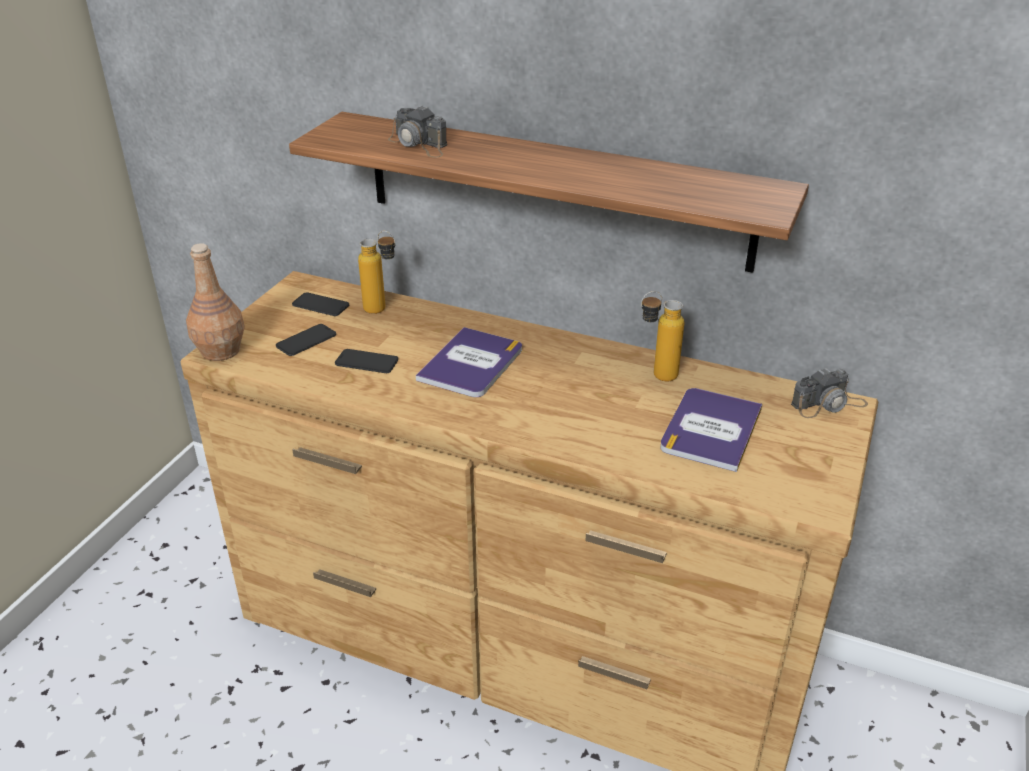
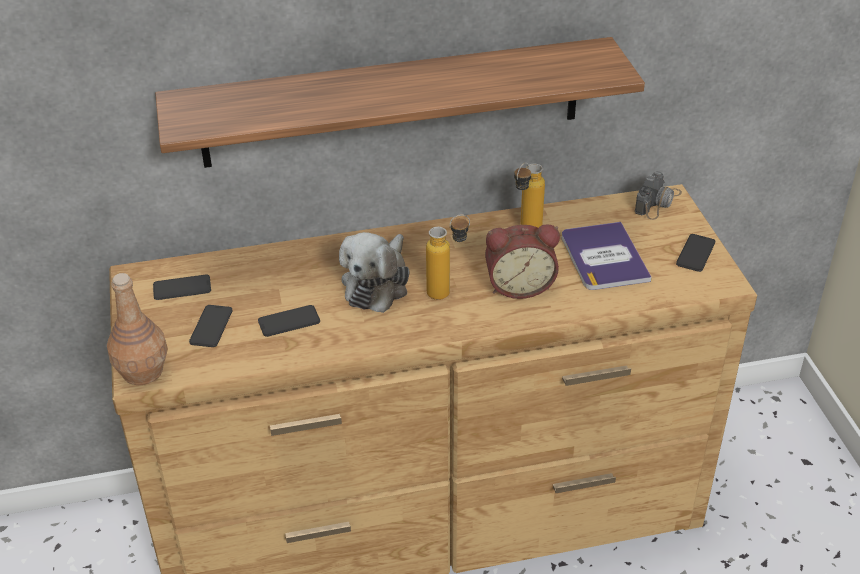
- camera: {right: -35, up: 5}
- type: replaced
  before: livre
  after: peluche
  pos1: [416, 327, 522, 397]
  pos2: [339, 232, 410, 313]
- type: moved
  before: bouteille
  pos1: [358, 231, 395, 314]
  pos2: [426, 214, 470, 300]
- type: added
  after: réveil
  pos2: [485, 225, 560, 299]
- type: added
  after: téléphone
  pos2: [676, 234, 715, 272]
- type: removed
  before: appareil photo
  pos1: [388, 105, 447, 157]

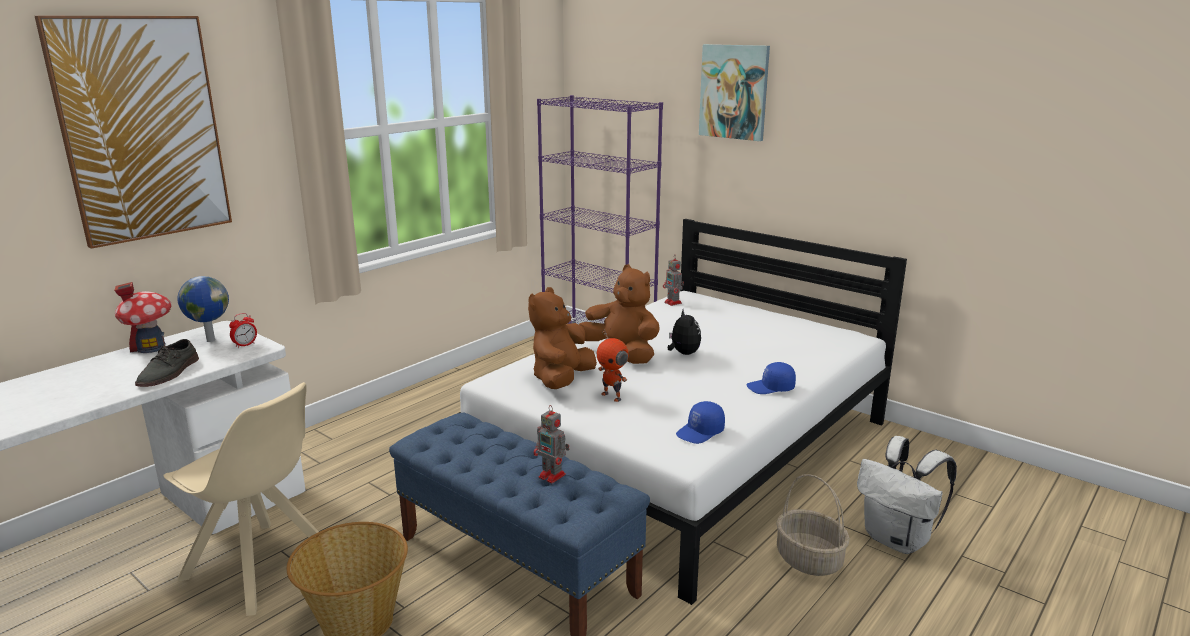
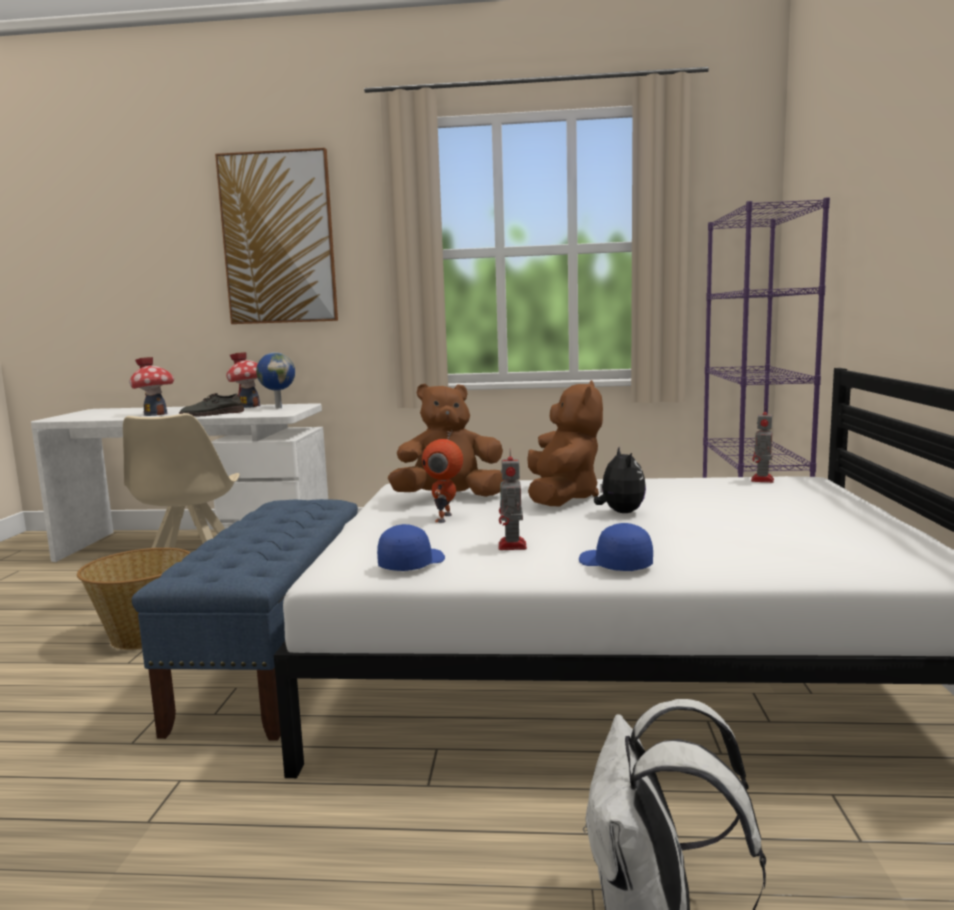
- camera: {right: 55, up: -10}
- type: added
  after: maison miniature
  pos2: [129, 357, 174, 416]
- type: turned
  before: casquette/bleu
  pos1: [676, 401, 725, 444]
  pos2: [377, 524, 445, 571]
  turn: 105
- type: moved
  before: robot jouet
  pos1: [534, 406, 569, 483]
  pos2: [499, 454, 527, 550]
- type: turned
  before: peluche
  pos1: [668, 310, 701, 355]
  pos2: [594, 447, 646, 513]
  turn: -45
- type: removed
  before: réveil
  pos1: [229, 313, 257, 348]
- type: removed
  before: tableau
  pos1: [699, 44, 770, 141]
- type: removed
  before: panier
  pos1: [776, 474, 850, 576]

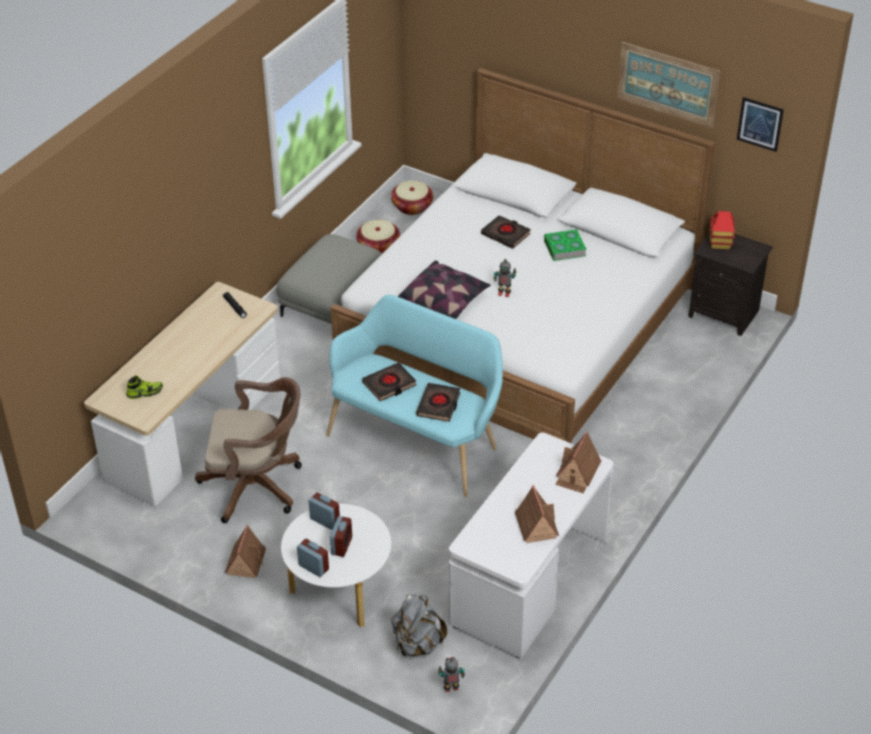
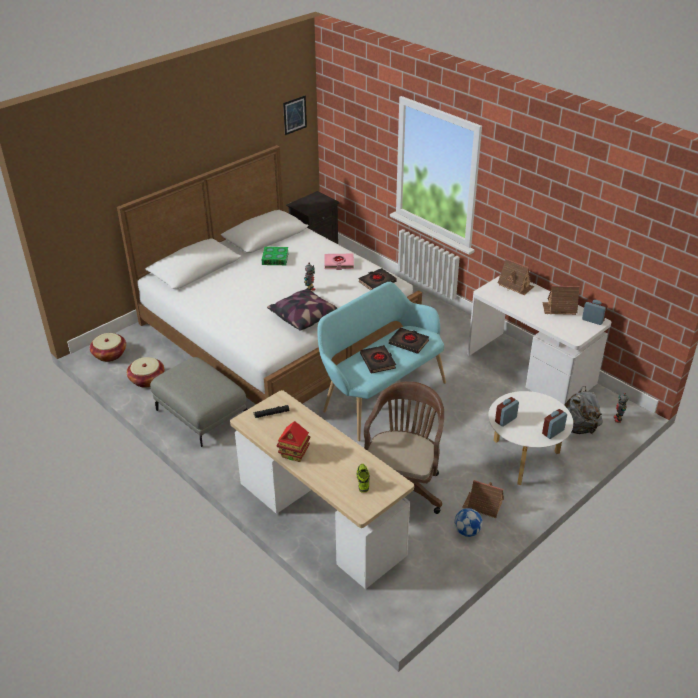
- camera: {right: -75, up: -5}
- type: moved
  before: maison miniature
  pos1: [709, 211, 735, 249]
  pos2: [277, 421, 310, 462]
- type: added
  after: livre/rose
  pos2: [324, 254, 354, 270]
- type: moved
  before: livre/noir
  pos1: [481, 215, 531, 249]
  pos2: [358, 268, 397, 290]
- type: added
  after: ballon de foot
  pos2: [454, 508, 483, 537]
- type: moved
  before: réveil
  pos1: [330, 516, 352, 557]
  pos2: [582, 299, 607, 325]
- type: removed
  before: tableau
  pos1: [617, 42, 720, 128]

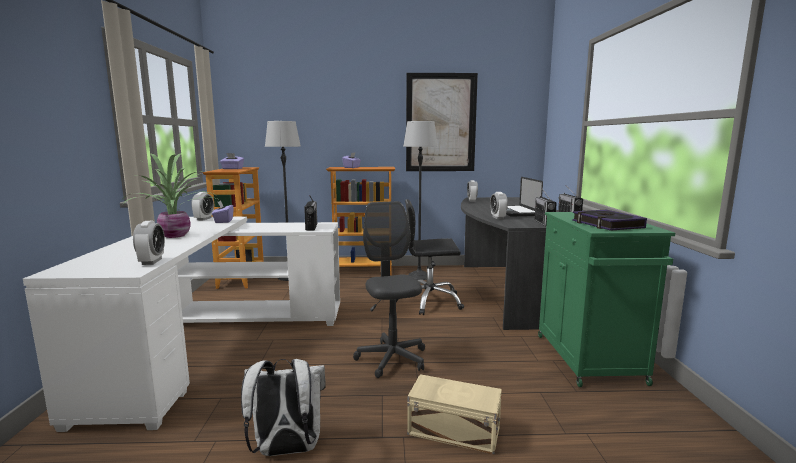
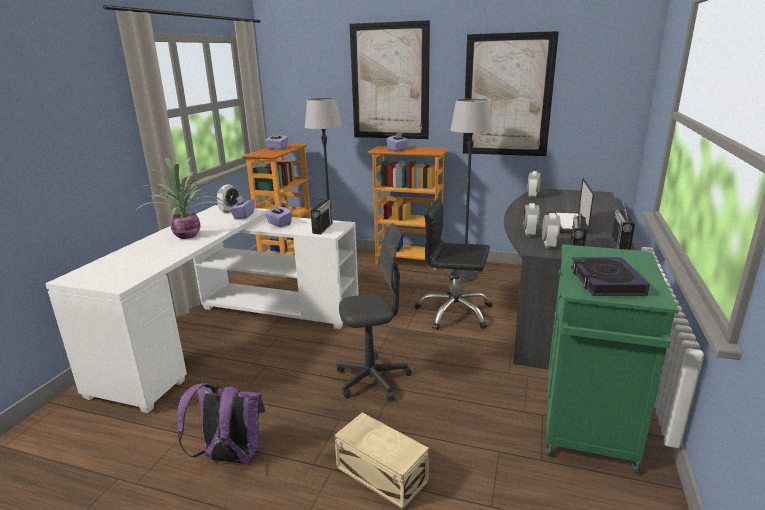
- camera: {right: 20, up: 10}
- type: recoloured
  before: sac à dos/blanc
  after: sac à dos/violet
  pos1: [241, 359, 326, 456]
  pos2: [177, 382, 265, 464]
- type: added
  after: boîte à mouchoirs/violet
  pos2: [265, 204, 292, 227]
- type: turned
  before: chaise de bureau/gris
  pos1: [353, 201, 425, 378]
  pos2: [336, 223, 412, 401]
  turn: 75
- type: added
  after: tableau
  pos2: [350, 20, 430, 139]
- type: moved
  before: réveil
  pos1: [133, 221, 165, 265]
  pos2: [542, 213, 560, 249]

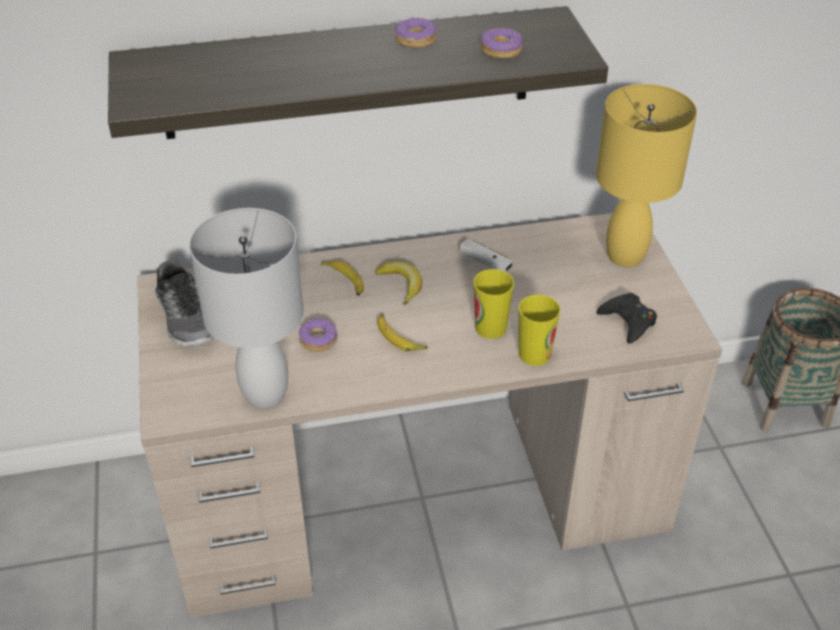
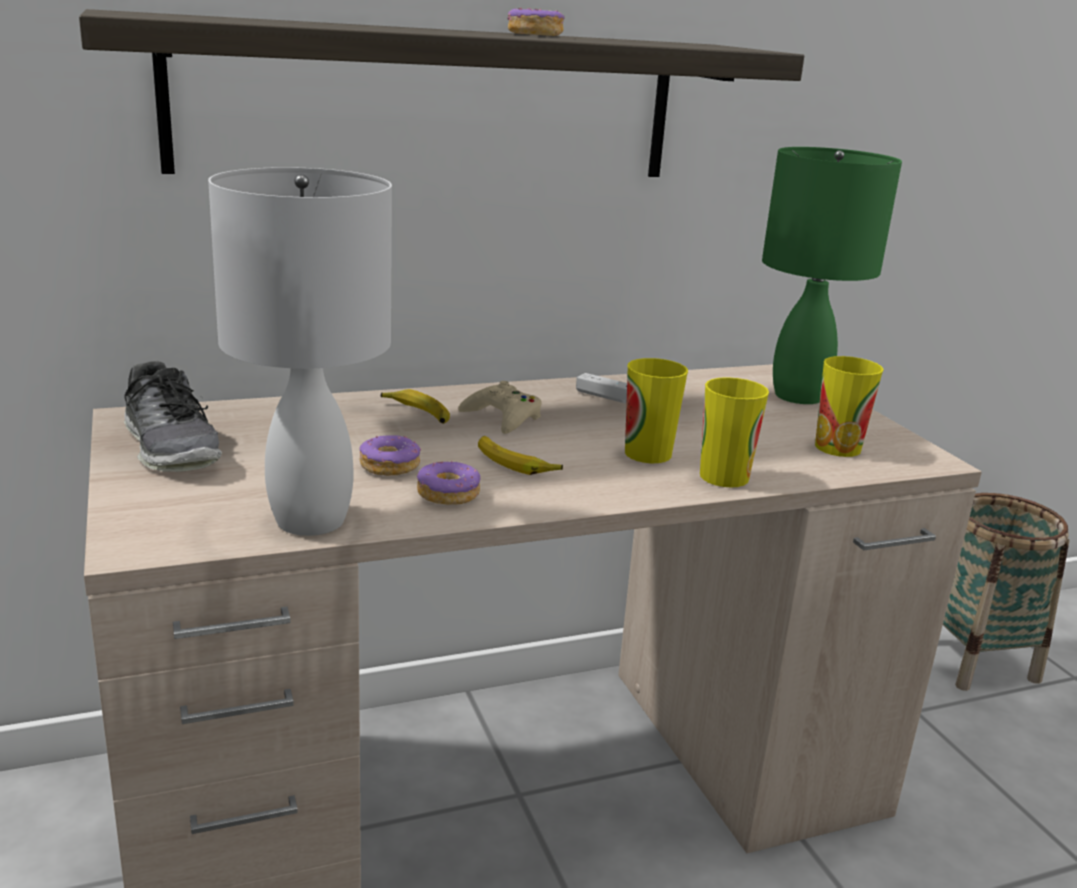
- camera: {right: -10, up: -20}
- type: moved
  before: beignet
  pos1: [481, 28, 523, 59]
  pos2: [417, 460, 481, 505]
- type: replaced
  before: banane
  after: manette/beige
  pos1: [375, 261, 422, 305]
  pos2: [458, 381, 542, 434]
- type: recoloured
  before: lampe de table/jaune
  after: lampe de table/vert
  pos1: [596, 84, 697, 267]
  pos2: [762, 147, 902, 404]
- type: replaced
  before: manette/noir
  after: tasse
  pos1: [596, 293, 657, 344]
  pos2: [815, 356, 884, 457]

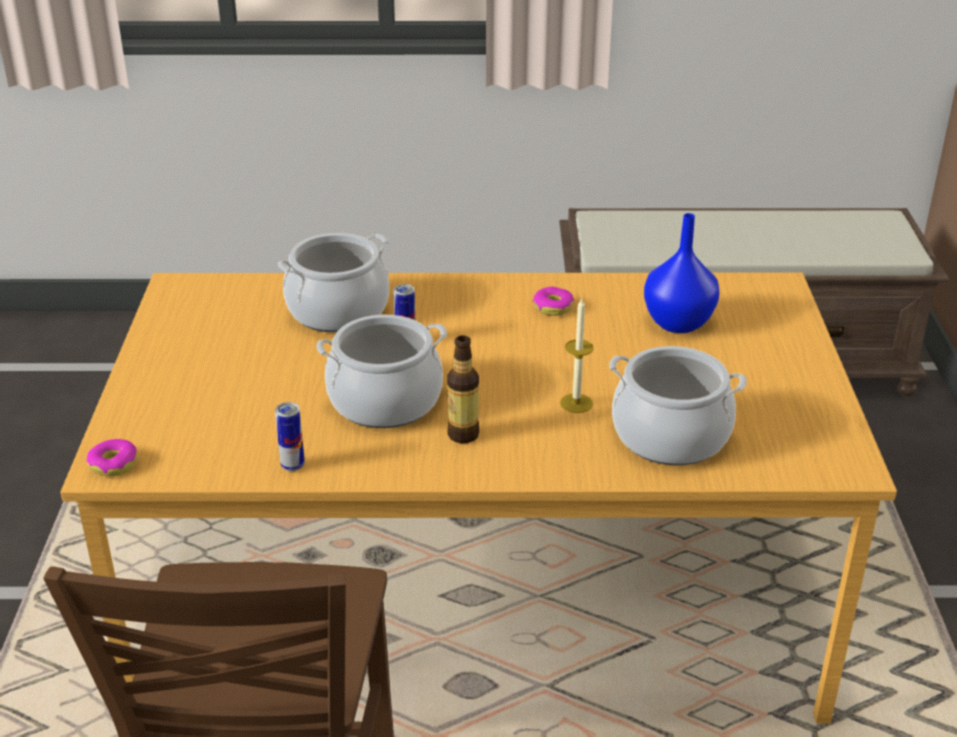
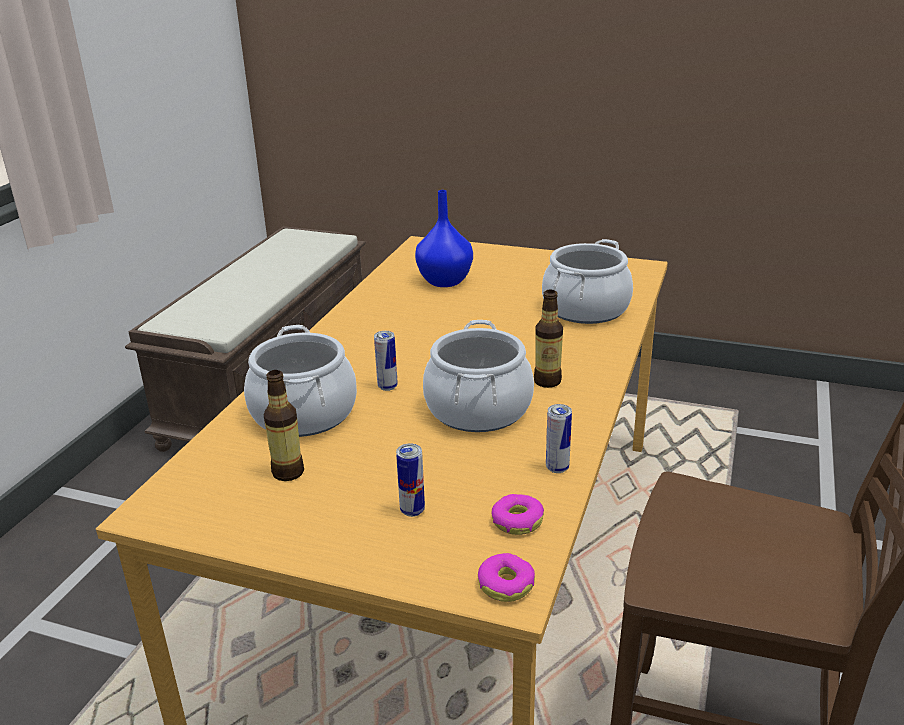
- camera: {right: -70, up: -5}
- type: added
  after: bouteille
  pos2: [264, 370, 304, 481]
- type: added
  after: boîte métallique
  pos2: [396, 443, 425, 517]
- type: moved
  before: beignet
  pos1: [533, 286, 574, 316]
  pos2: [492, 494, 544, 535]
- type: removed
  before: bougie
  pos1: [560, 298, 594, 413]

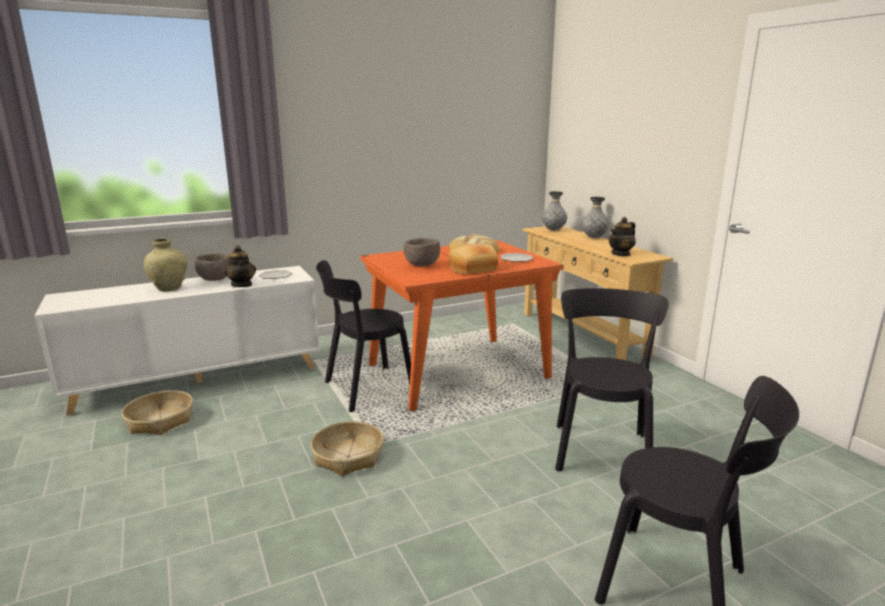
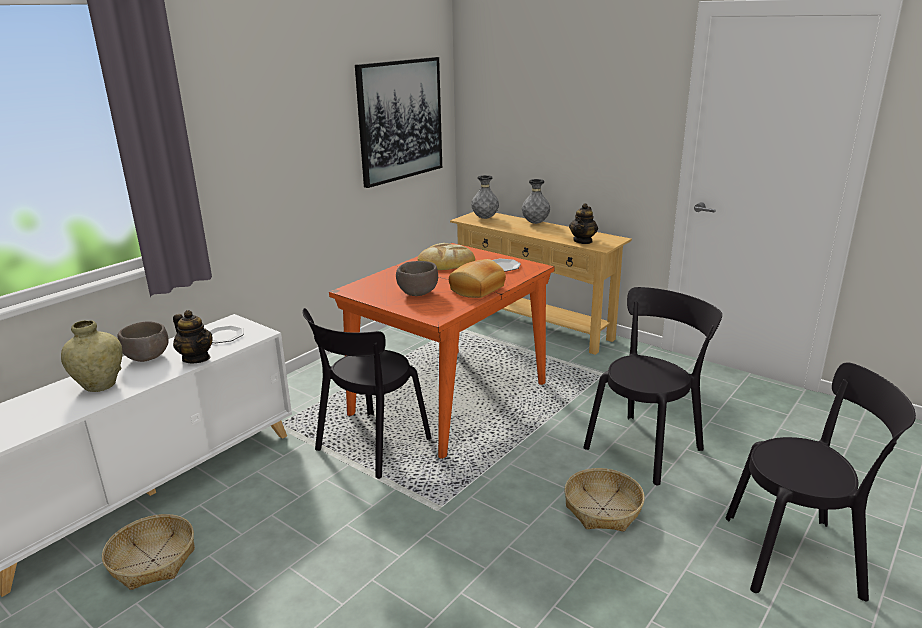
- camera: {right: -25, up: 5}
- type: added
  after: tableau
  pos2: [355, 57, 442, 188]
- type: moved
  before: panier
  pos1: [311, 421, 384, 476]
  pos2: [564, 468, 645, 531]
- type: turned
  before: chaise/noir
  pos1: [555, 288, 669, 471]
  pos2: [584, 287, 722, 485]
  turn: 60

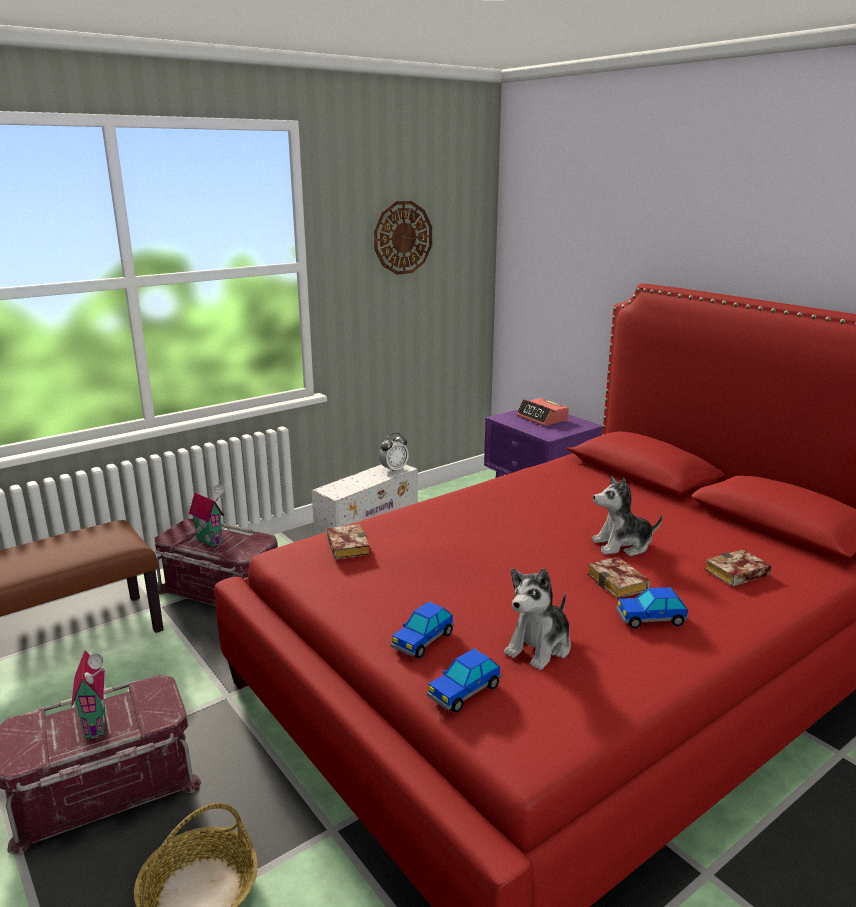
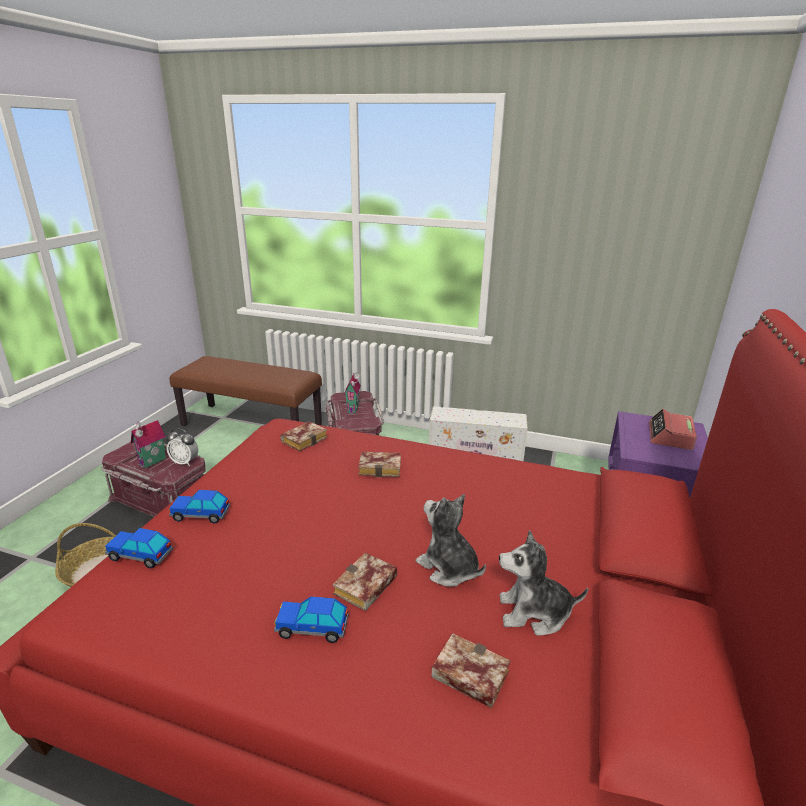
- camera: {right: 55, up: 5}
- type: moved
  before: réveil
  pos1: [379, 433, 409, 473]
  pos2: [166, 428, 198, 466]
- type: turned
  before: petite voiture
  pos1: [616, 587, 688, 629]
  pos2: [274, 596, 348, 643]
  turn: -45
- type: added
  after: livre
  pos2: [358, 452, 401, 477]
- type: moved
  before: peluche
  pos1: [504, 568, 571, 670]
  pos2: [499, 530, 588, 636]
- type: removed
  before: horloge murale
  pos1: [374, 201, 432, 275]

